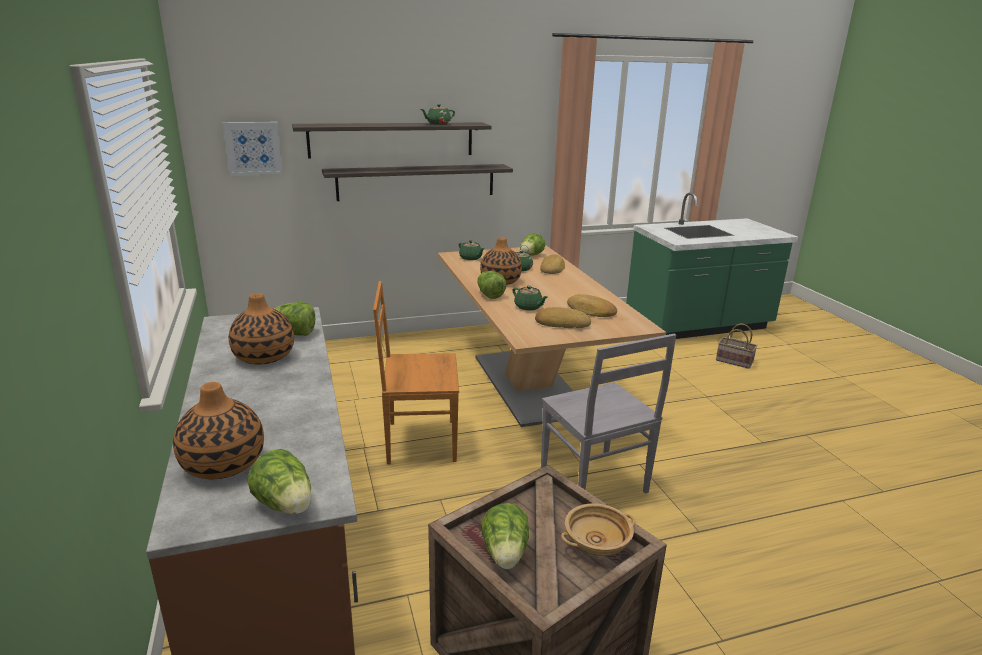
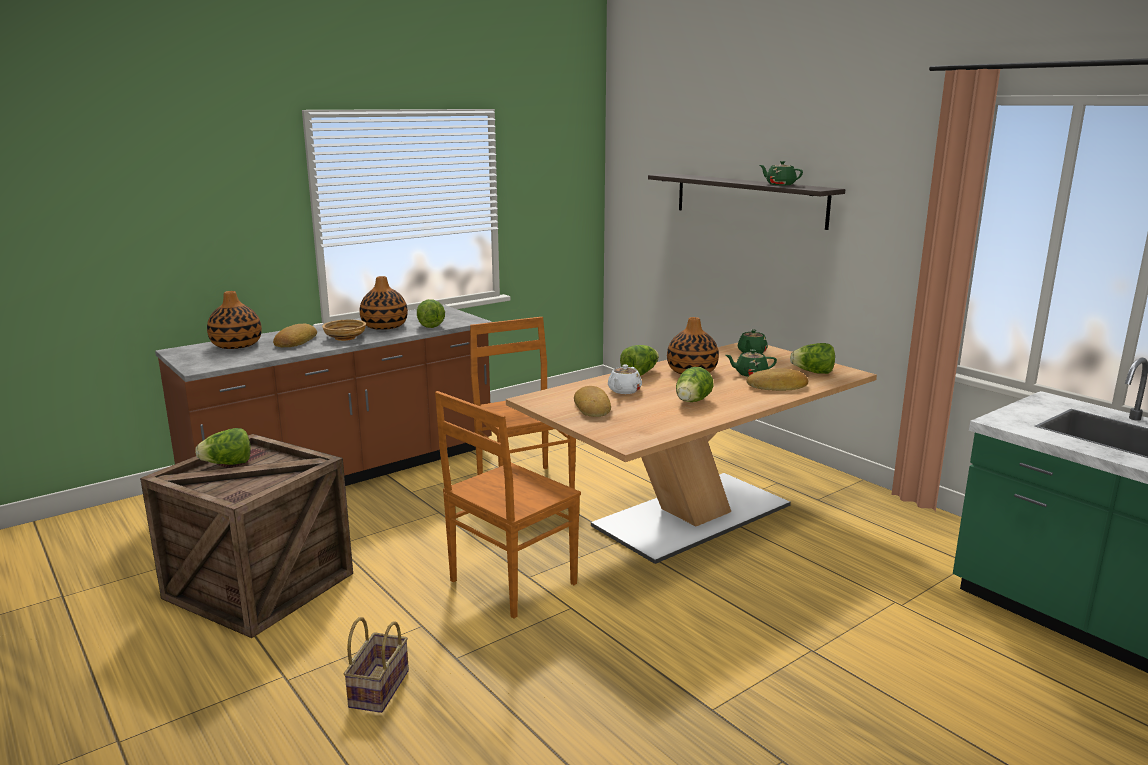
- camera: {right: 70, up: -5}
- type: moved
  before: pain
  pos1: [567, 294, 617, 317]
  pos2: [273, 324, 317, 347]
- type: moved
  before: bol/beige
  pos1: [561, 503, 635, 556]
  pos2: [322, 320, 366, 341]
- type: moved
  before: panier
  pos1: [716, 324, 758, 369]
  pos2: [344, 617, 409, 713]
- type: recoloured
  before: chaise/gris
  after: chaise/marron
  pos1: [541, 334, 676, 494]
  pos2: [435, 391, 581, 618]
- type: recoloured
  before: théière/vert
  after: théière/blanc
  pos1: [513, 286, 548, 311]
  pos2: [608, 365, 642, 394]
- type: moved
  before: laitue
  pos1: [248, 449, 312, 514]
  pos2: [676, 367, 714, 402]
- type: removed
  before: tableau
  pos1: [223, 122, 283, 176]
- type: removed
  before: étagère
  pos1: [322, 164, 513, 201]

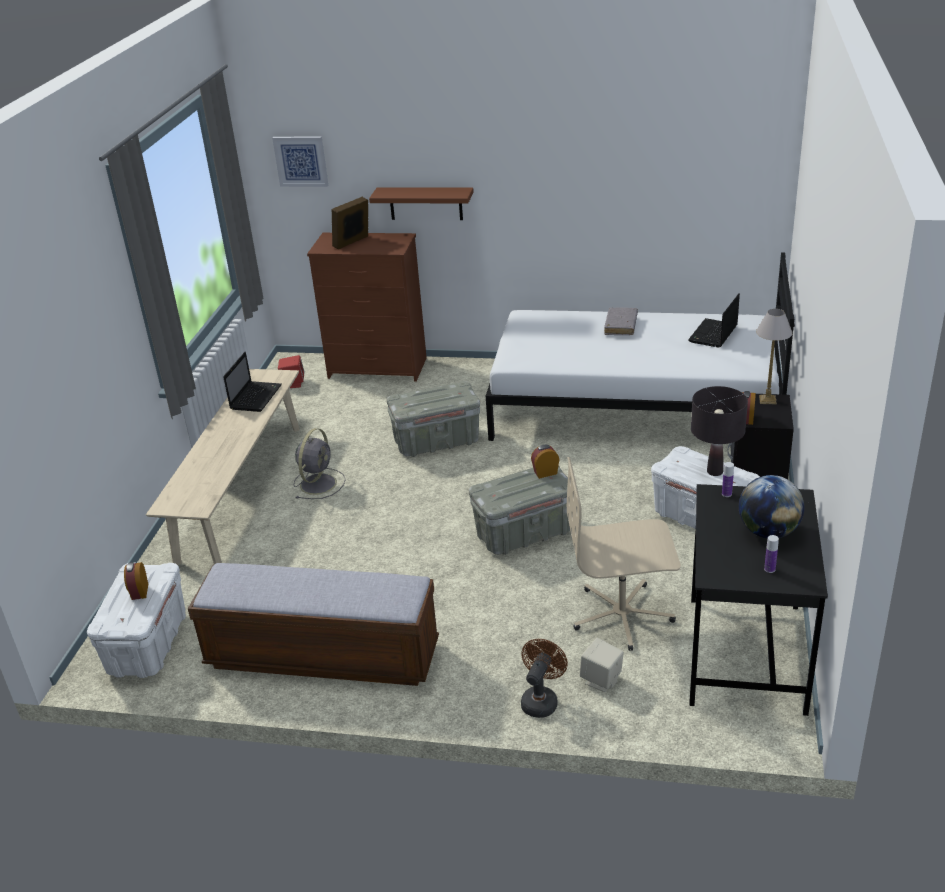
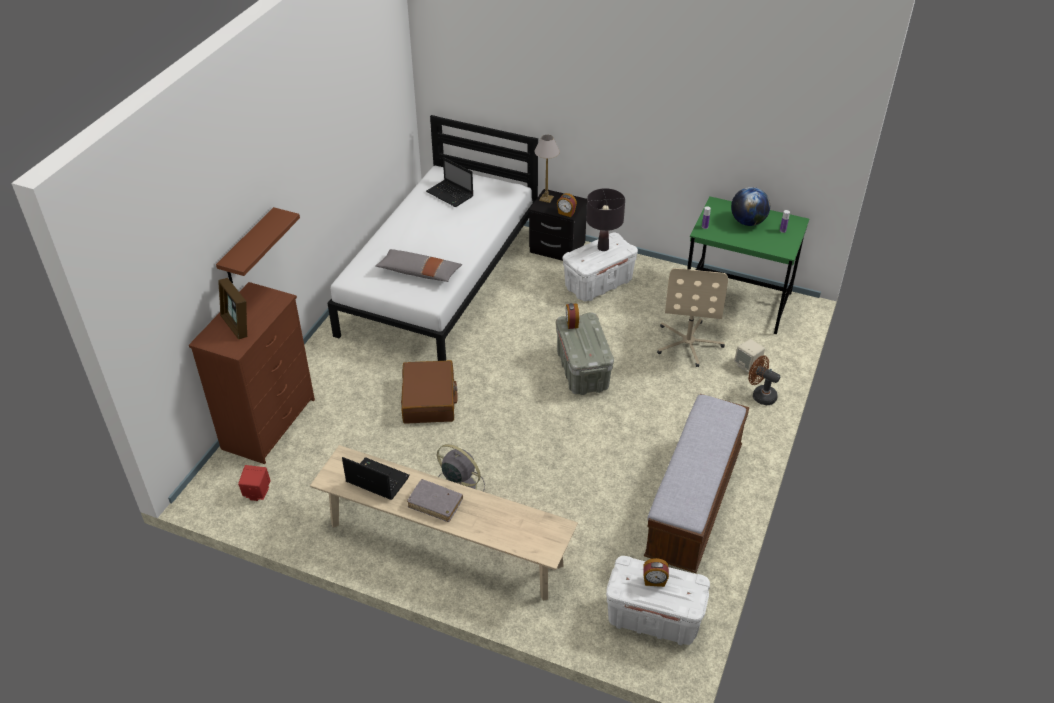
- camera: {right: -80, up: 10}
- type: added
  after: coussin/gris
  pos2: [375, 249, 462, 282]
- type: replaced
  before: boîte de rangement/gris
  after: valise/marron
  pos1: [387, 381, 480, 457]
  pos2: [401, 360, 458, 424]
- type: moved
  before: livre/gris
  pos1: [604, 308, 638, 335]
  pos2: [407, 479, 463, 522]
- type: recoloured
  before: bureau/noir
  after: bureau/vert
  pos1: [689, 484, 828, 716]
  pos2: [687, 196, 809, 334]
- type: removed
  before: tableau
  pos1: [272, 136, 328, 187]

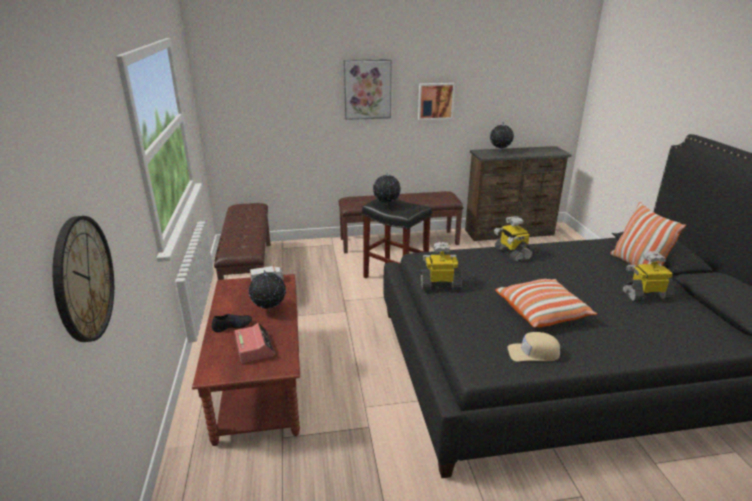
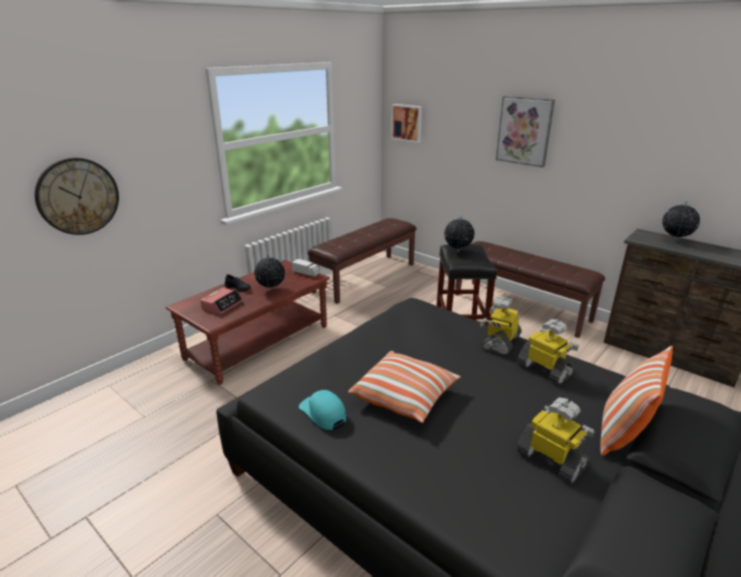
- camera: {right: 50, up: 0}
- type: recoloured
  before: casquette/beige
  after: casquette/turquoise
  pos1: [507, 332, 560, 361]
  pos2: [299, 390, 346, 430]
- type: moved
  before: tableau
  pos1: [418, 83, 455, 120]
  pos2: [391, 104, 422, 143]
- type: moved
  before: robot jouet
  pos1: [420, 242, 462, 290]
  pos2: [517, 319, 579, 384]

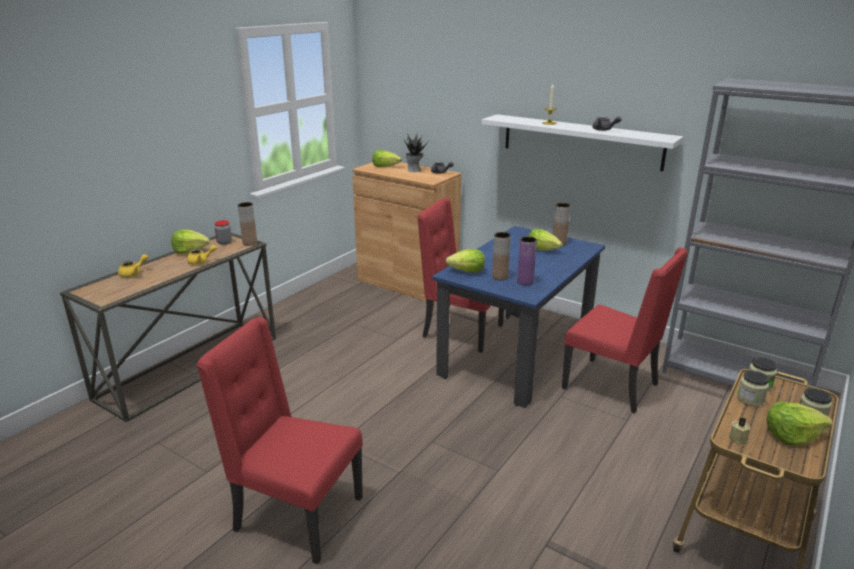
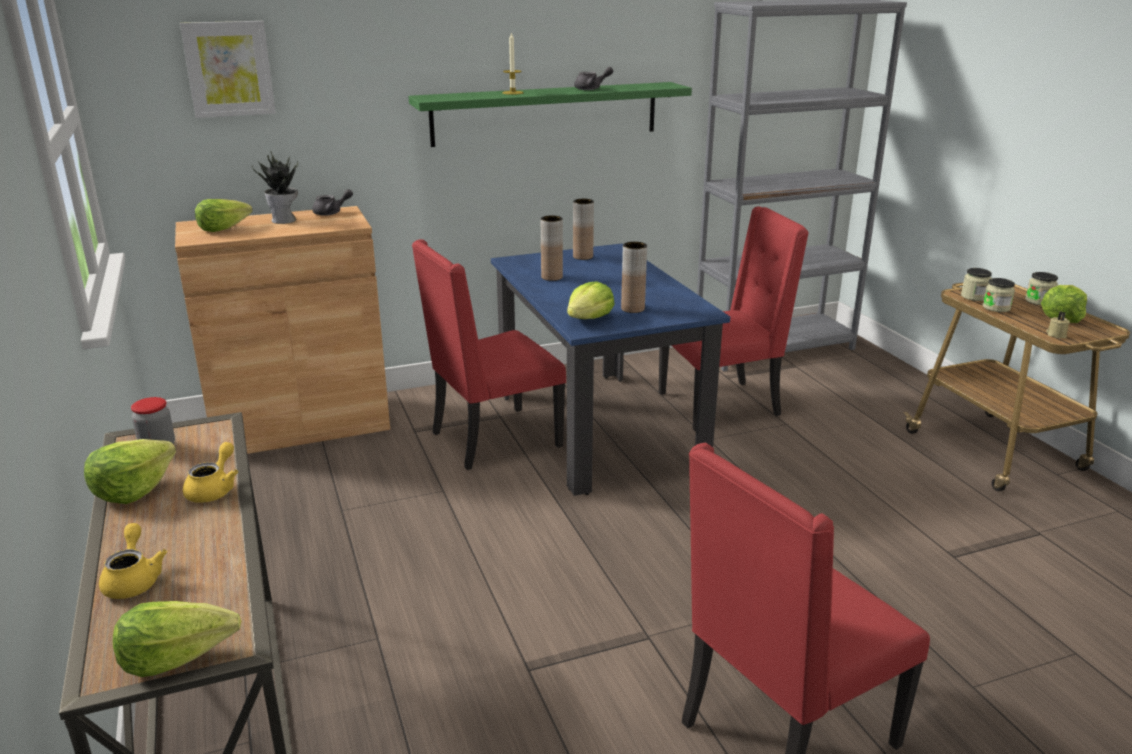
- camera: {right: -55, up: 0}
- type: moved
  before: laitue
  pos1: [528, 229, 563, 251]
  pos2: [113, 601, 241, 677]
- type: added
  after: tableau
  pos2: [180, 21, 276, 118]
- type: recoloured
  before: étagère/blanc
  after: étagère/vert
  pos1: [482, 114, 683, 171]
  pos2: [409, 82, 692, 147]
- type: moved
  before: vase/marron
  pos1: [238, 202, 257, 246]
  pos2: [541, 215, 563, 281]
- type: removed
  before: vase/violet
  pos1: [517, 236, 537, 286]

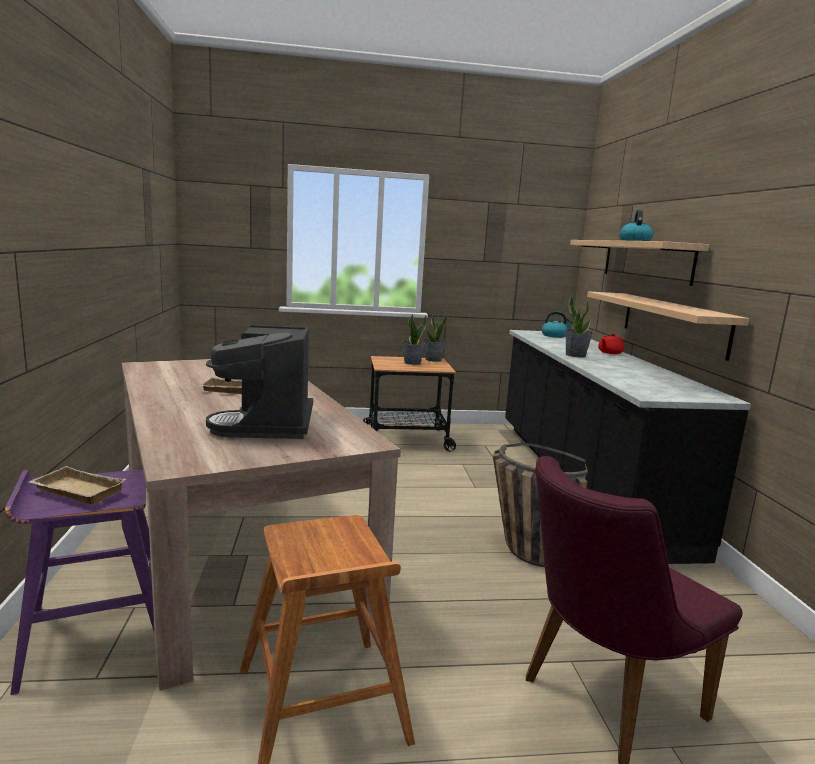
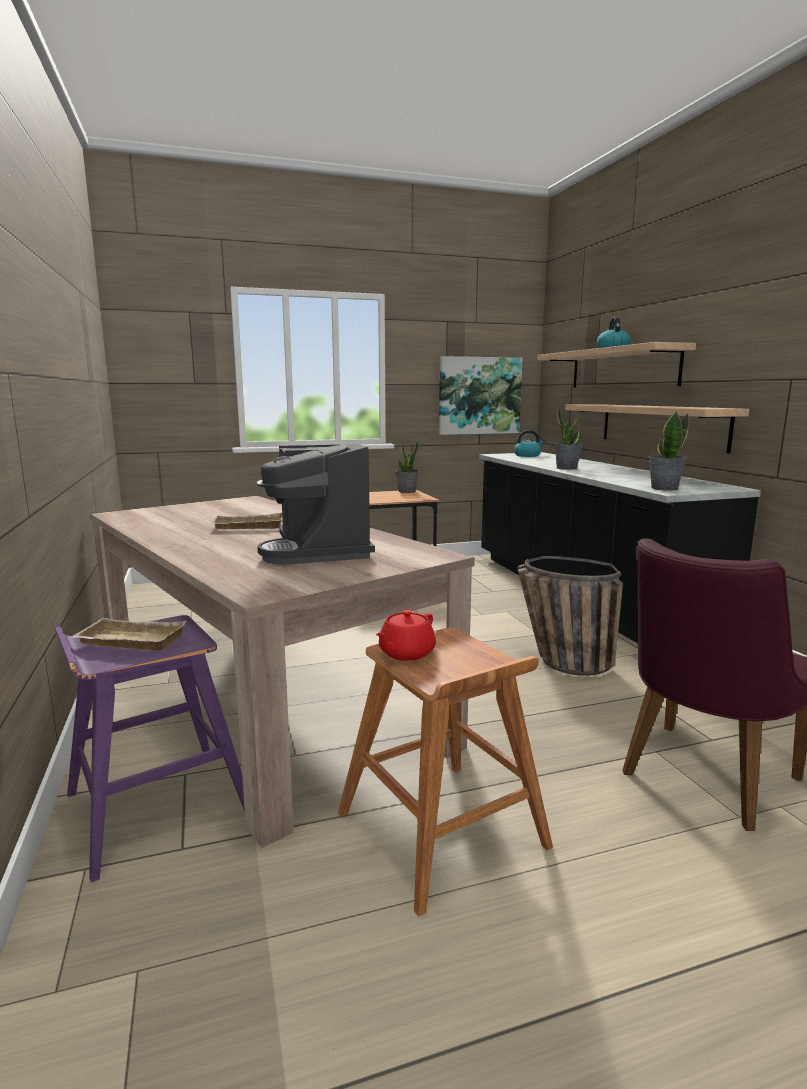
- camera: {right: -10, up: 0}
- type: moved
  before: théière/rouge
  pos1: [598, 333, 625, 354]
  pos2: [376, 610, 436, 661]
- type: added
  after: tableau
  pos2: [439, 356, 523, 435]
- type: moved
  before: plante en pot
  pos1: [402, 314, 427, 365]
  pos2: [649, 410, 689, 490]

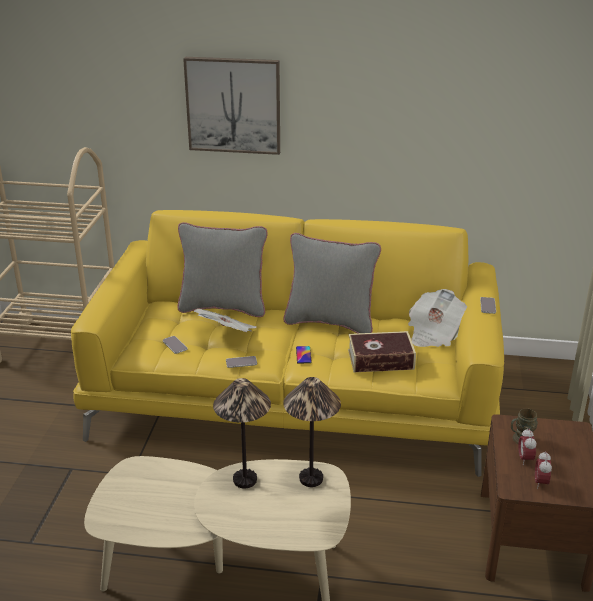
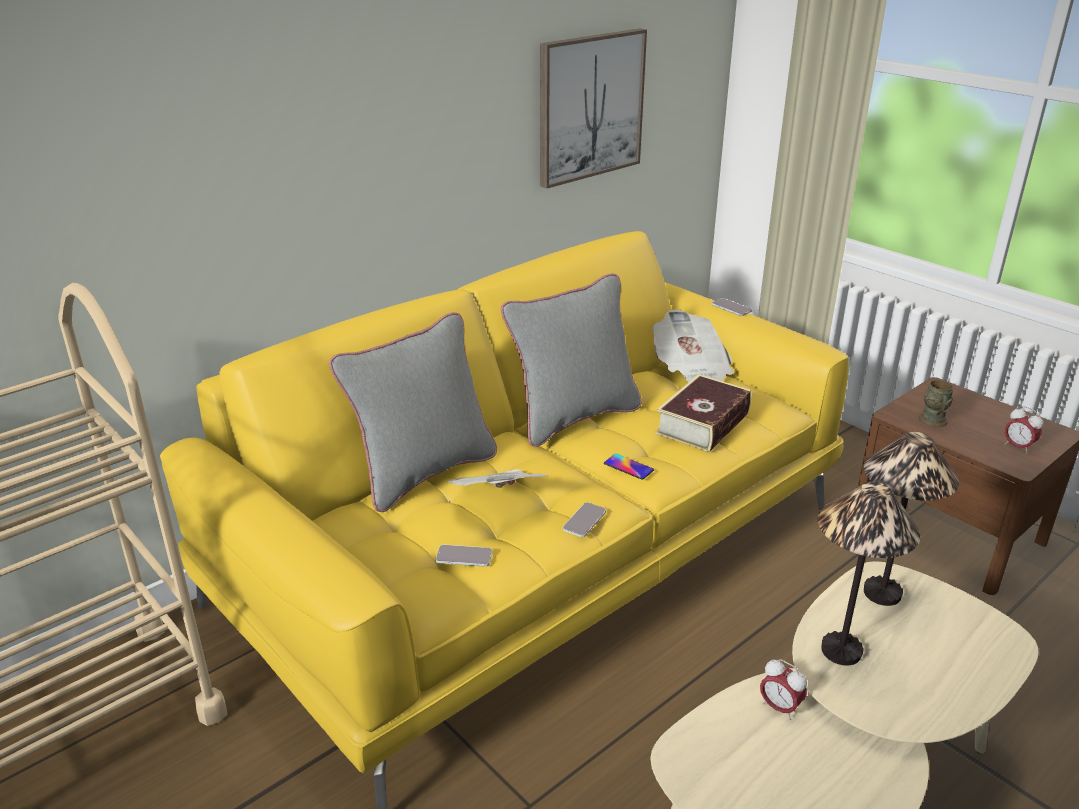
- camera: {right: -50, up: 0}
- type: moved
  before: tableau
  pos1: [183, 57, 280, 155]
  pos2: [540, 28, 647, 189]
- type: moved
  before: réveil
  pos1: [518, 429, 536, 465]
  pos2: [760, 659, 807, 720]

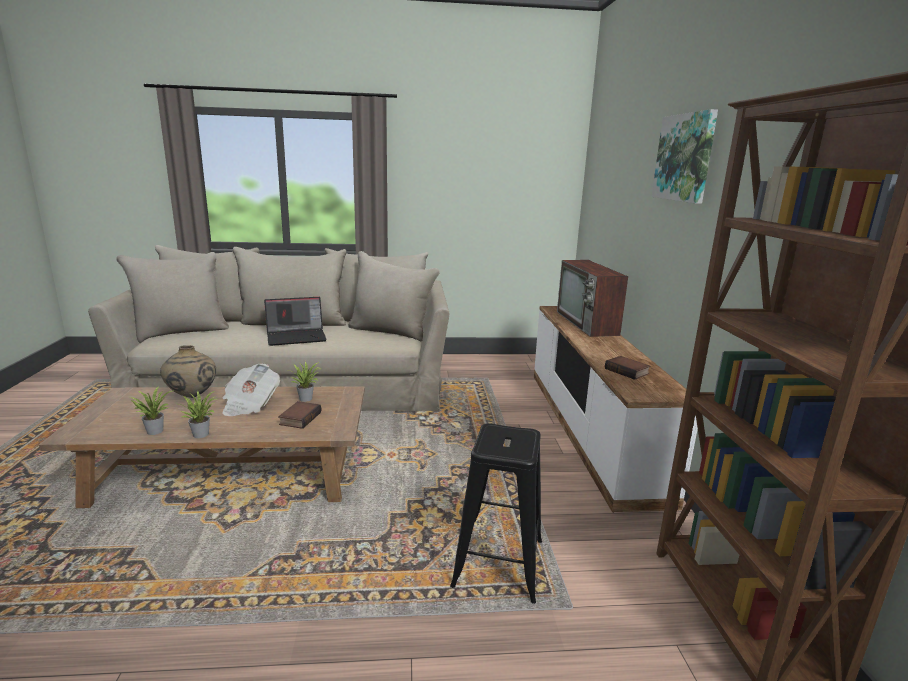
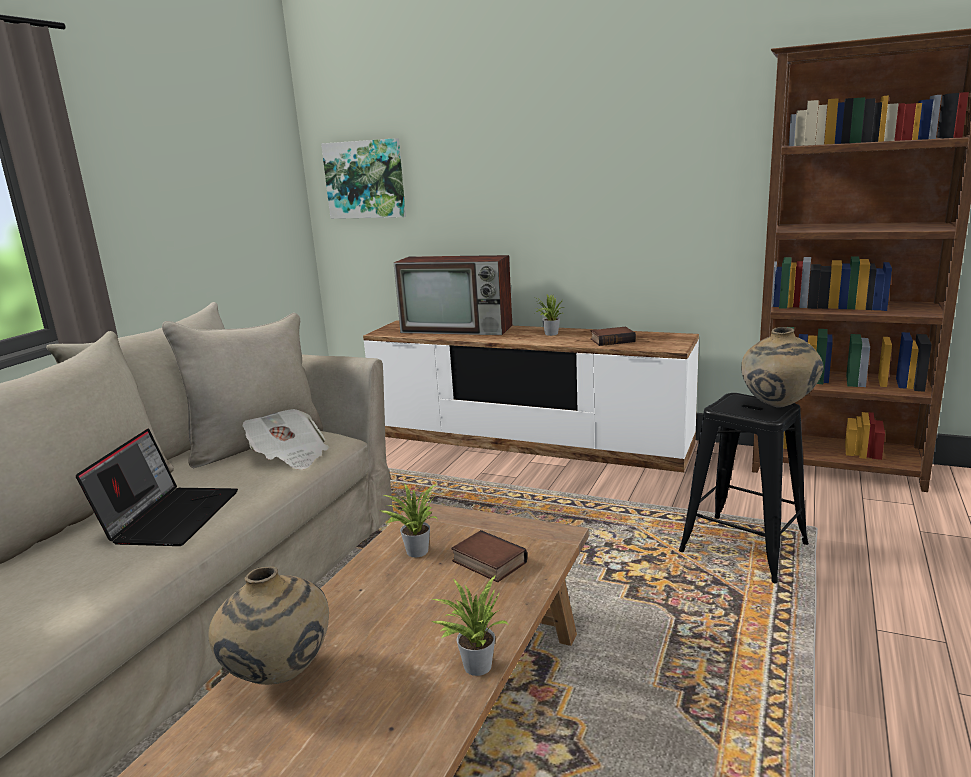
- camera: {right: -60, up: 0}
- type: moved
  before: journal
  pos1: [223, 364, 280, 416]
  pos2: [243, 409, 329, 470]
- type: moved
  before: tableau
  pos1: [652, 109, 718, 204]
  pos2: [321, 138, 406, 219]
- type: moved
  before: plante en pot
  pos1: [130, 386, 174, 435]
  pos2: [533, 294, 564, 336]
- type: added
  after: vase/beige
  pos2: [741, 327, 824, 408]

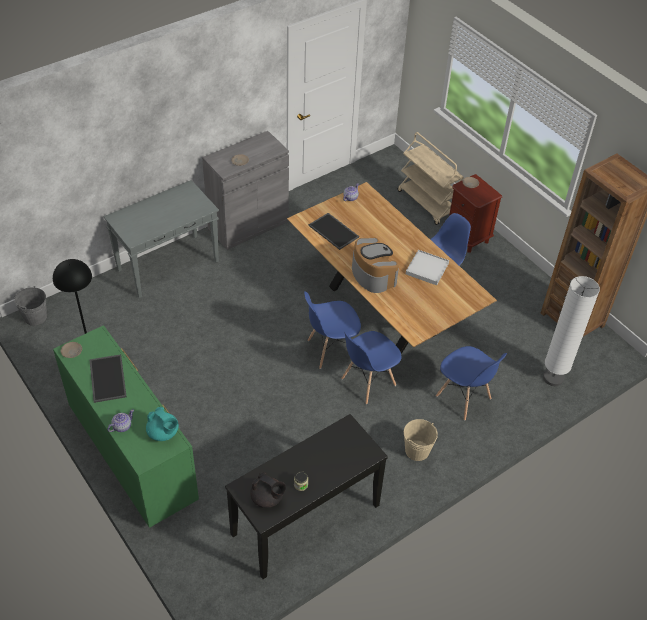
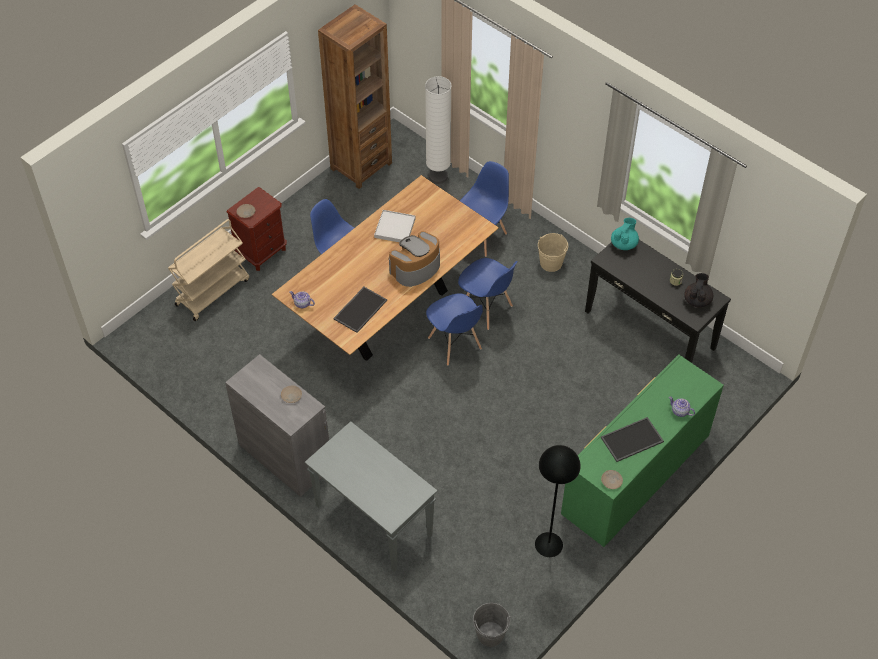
- camera: {right: -100, up: 5}
- type: moved
  before: théière/turquoise
  pos1: [146, 407, 179, 441]
  pos2: [611, 218, 639, 250]

